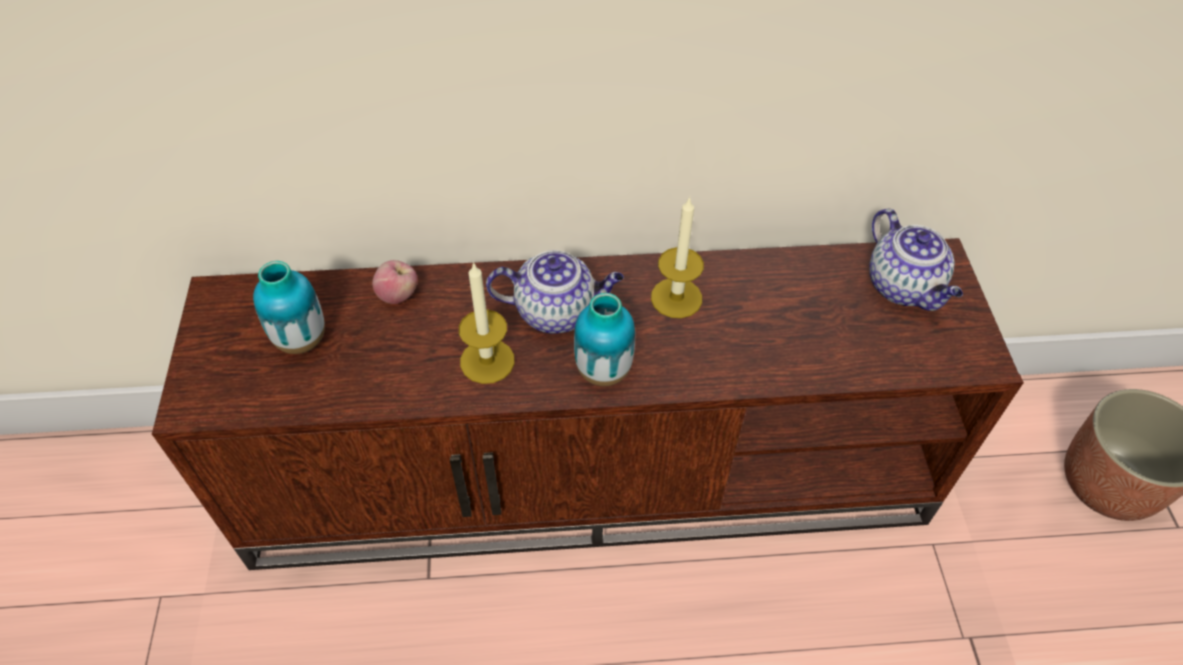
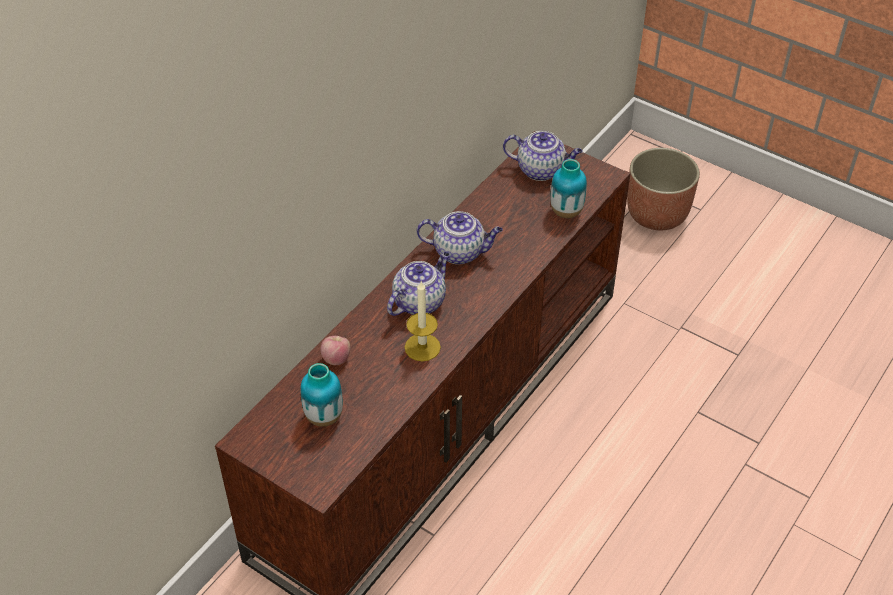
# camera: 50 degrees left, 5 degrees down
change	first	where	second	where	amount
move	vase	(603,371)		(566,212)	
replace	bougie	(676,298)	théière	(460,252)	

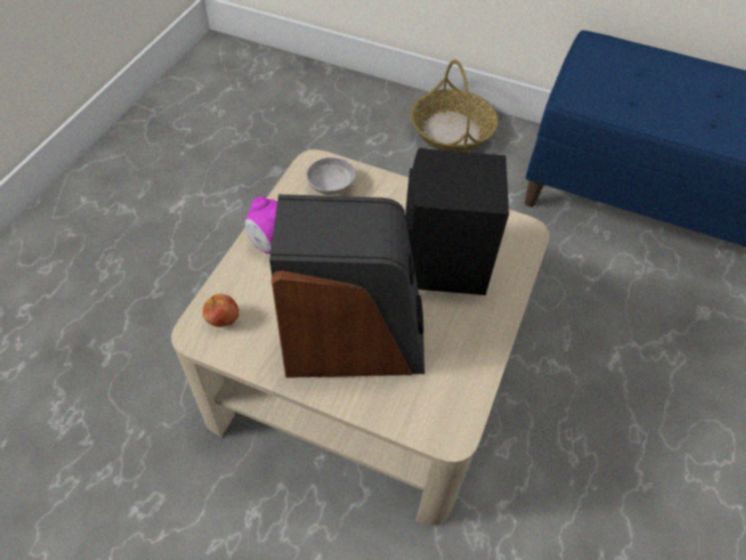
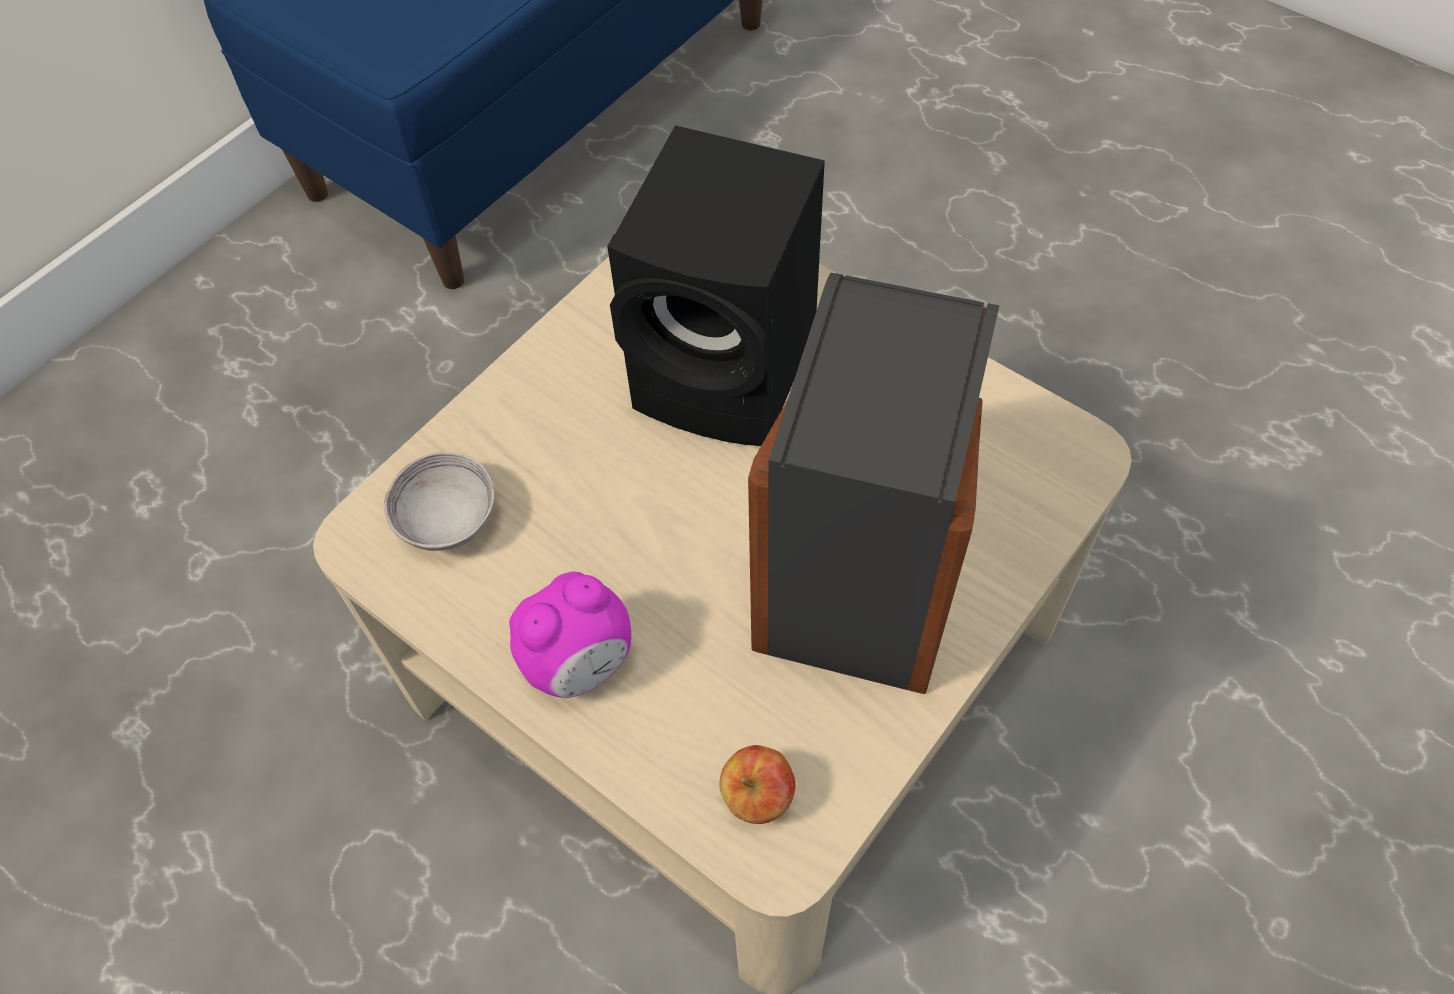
# camera: 70 degrees left, 5 degrees up
change	first	where	second	where	amount
delete	panier	(452,131)			

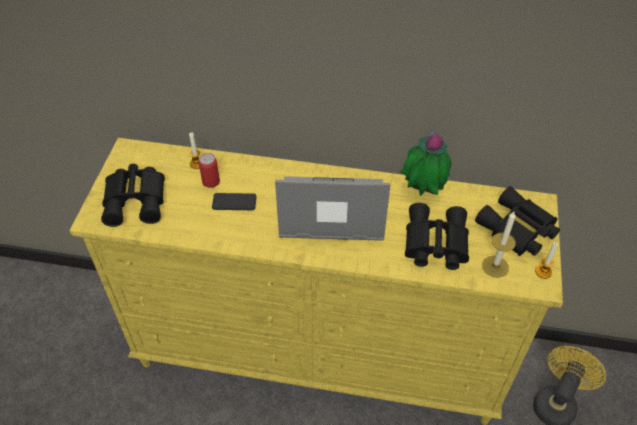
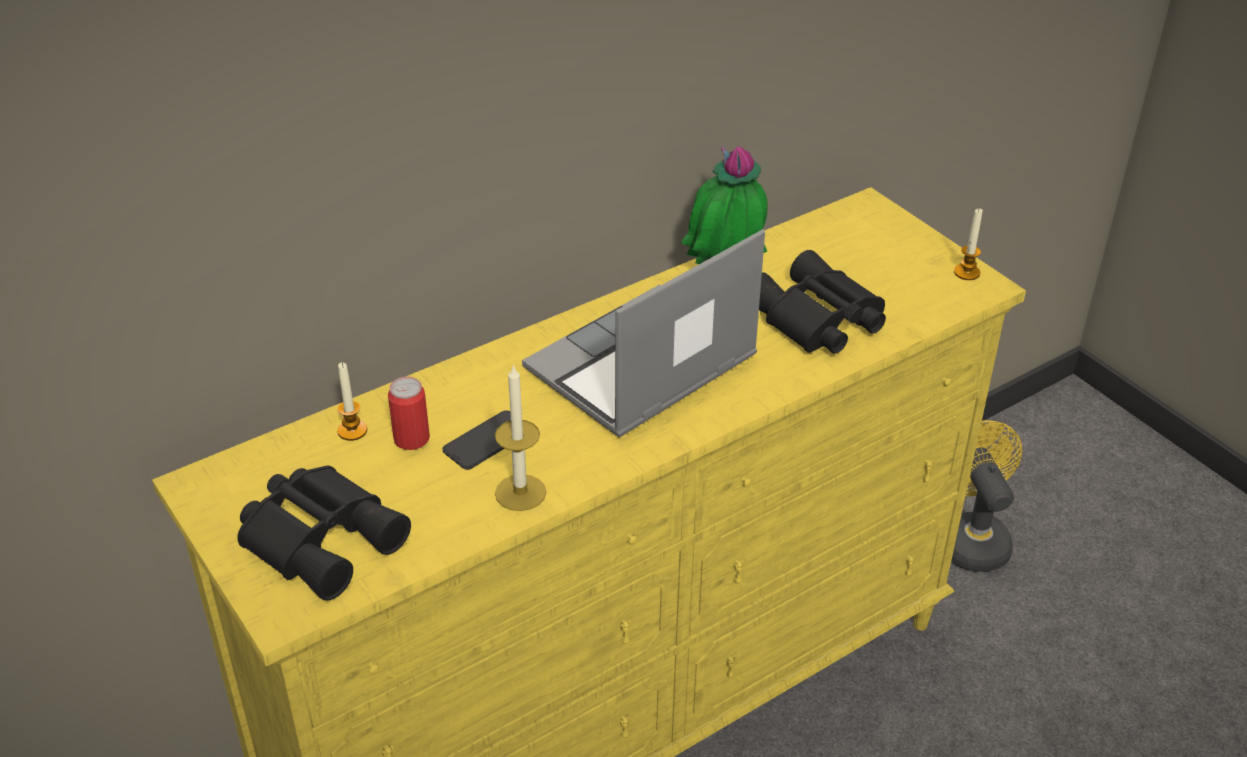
# camera: 45 degrees left, 10 degrees down
change	first	where	second	where	amount
delete	jumelles/noir	(517,230)			
move	bougie	(495,266)		(520,492)	

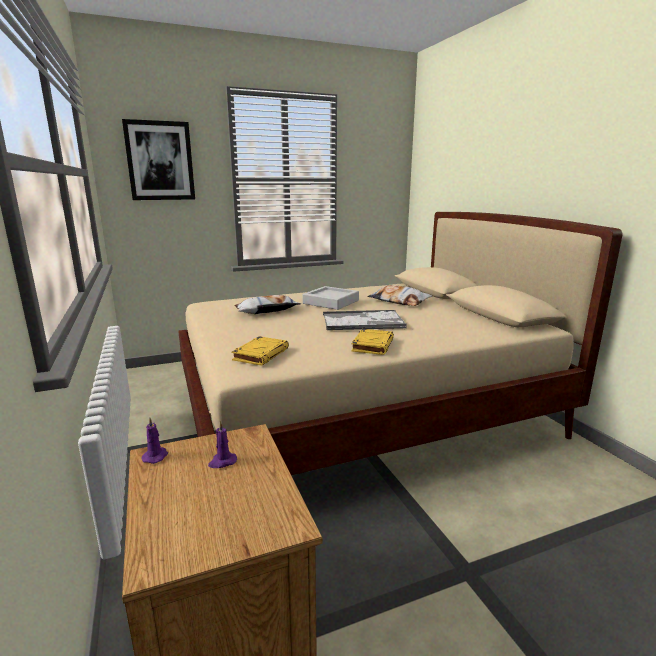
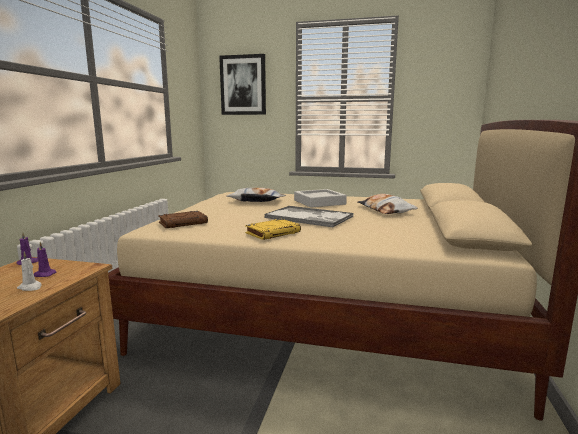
# camera: 35 degrees right, 5 degrees down
change	first	where	second	where	amount
insert			bougie/blanc	(30,287)	
recolor	livre/jaune	(261,354)	livre/marron	(183,223)	

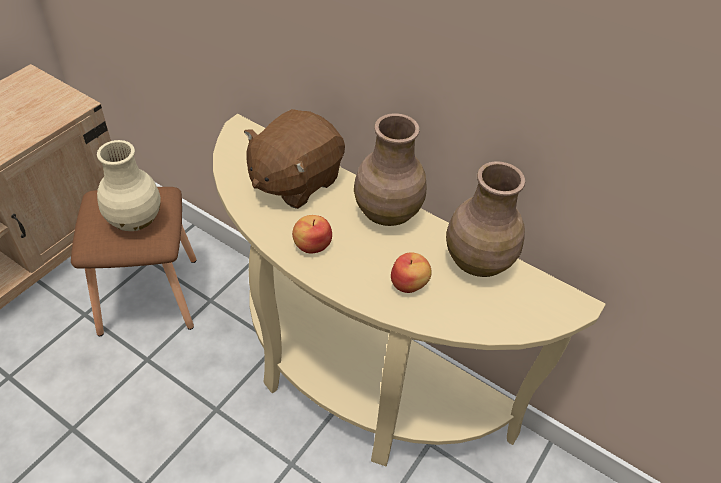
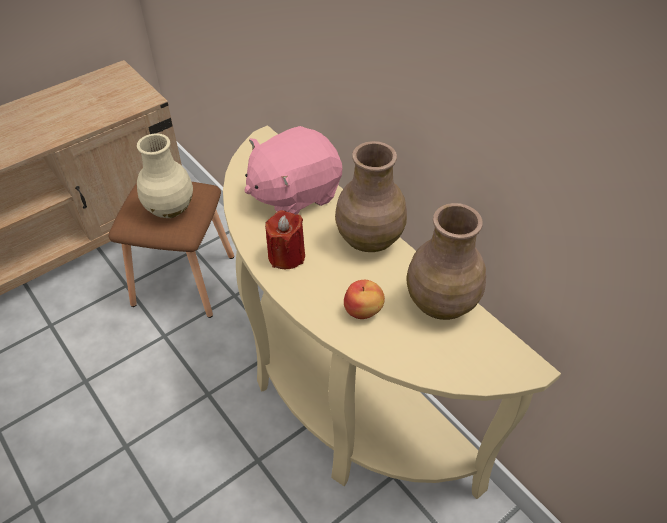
# camera: 20 degrees right, 0 degrees up
change	first	where	second	where	amount
replace	pomme	(312,245)	bougie/rouge	(286,256)	
recolor	peluche/marron	(294,180)	peluche/rose	(294,194)	

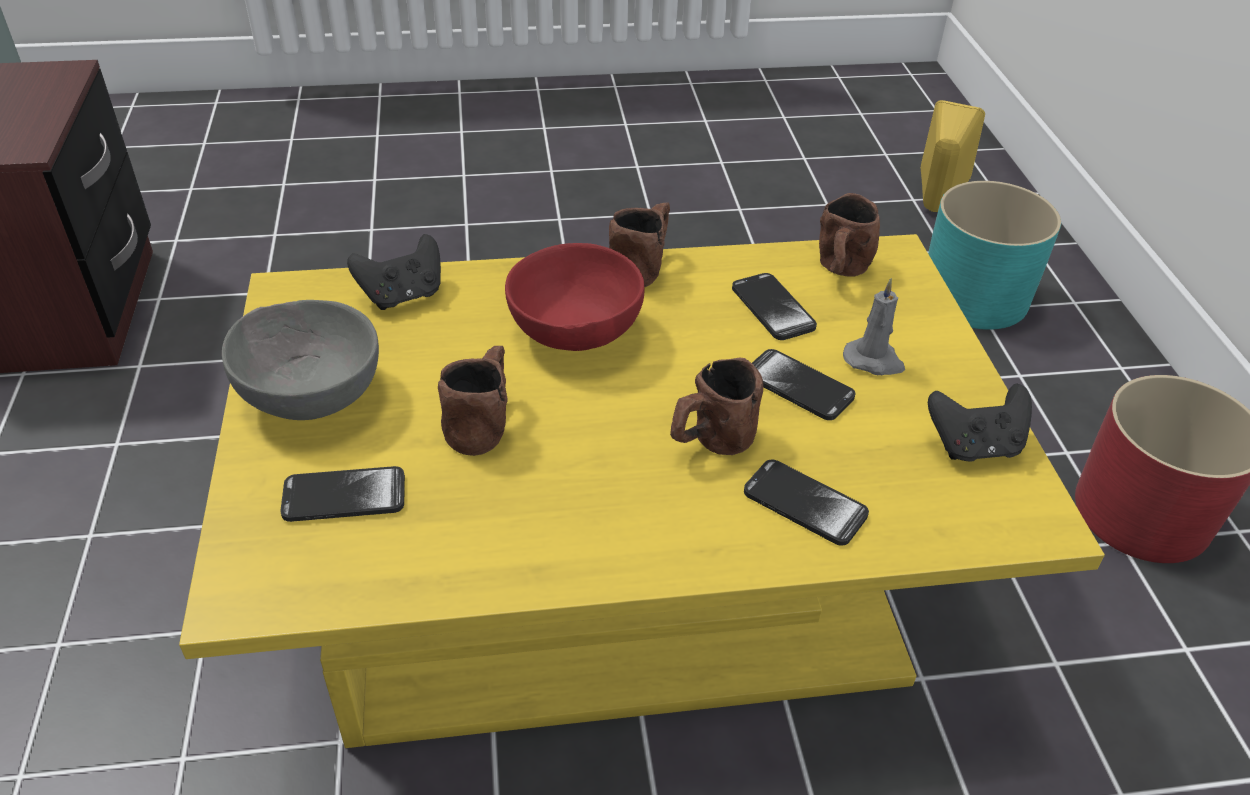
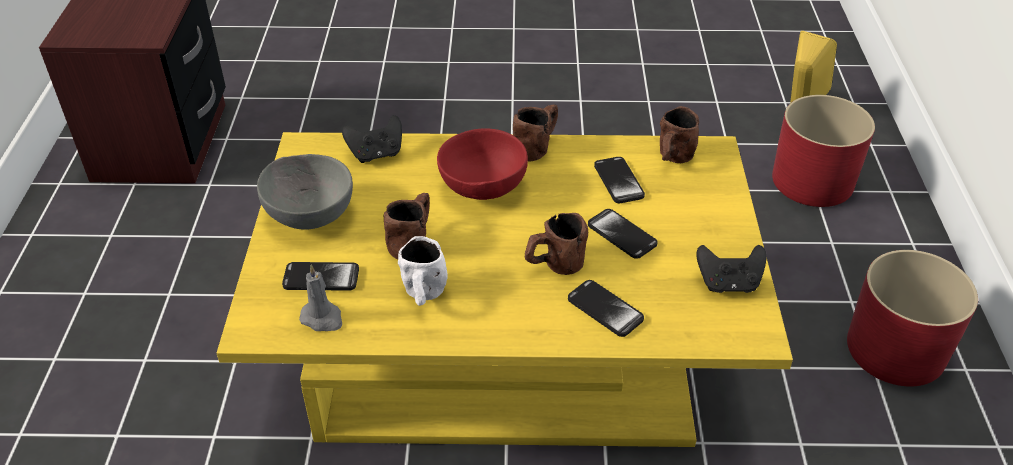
# camera: 10 degrees right, 0 degrees up
change	first	where	second	where	amount
insert			mug/blanc	(424,296)	
move	bougie/gris	(874,361)		(323,318)	
recolor	cache-pot/turquoise	(975,296)	cache-pot/rouge	(813,181)	

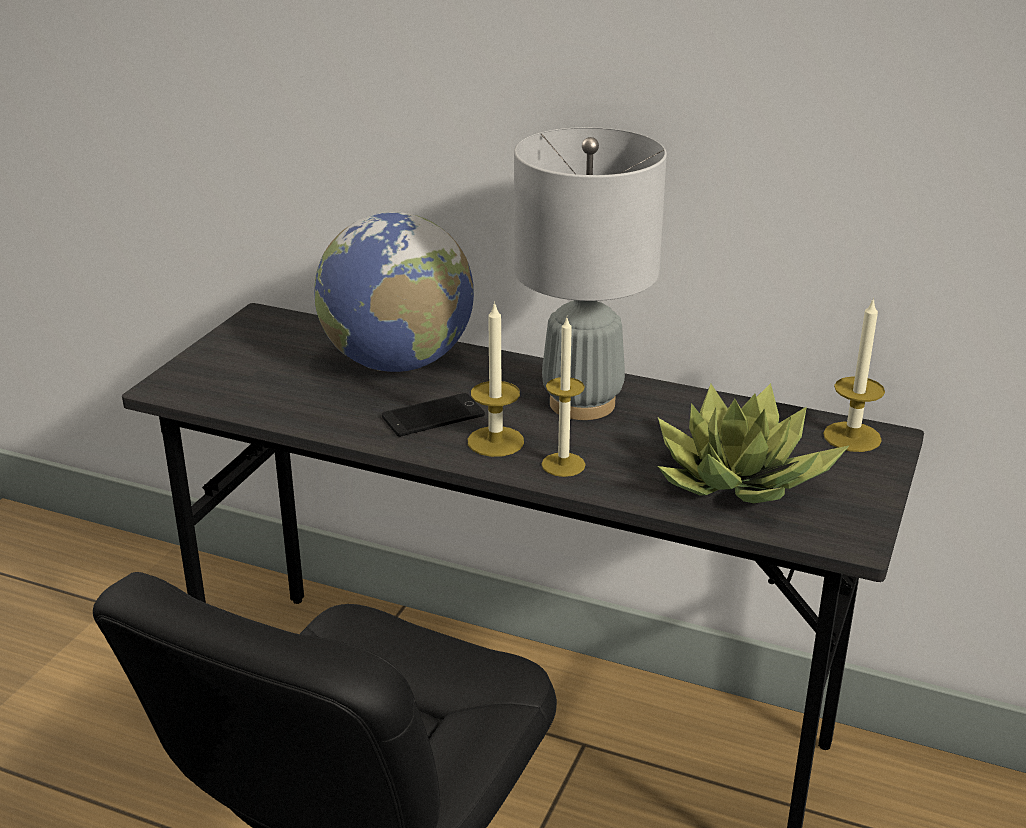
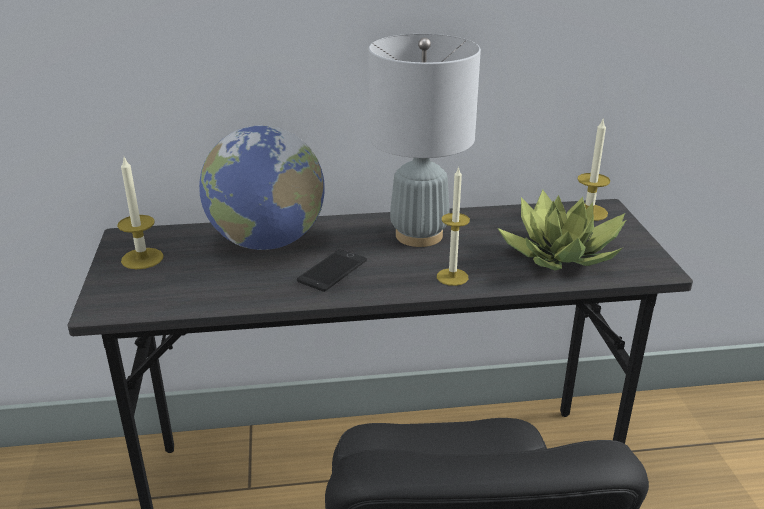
# camera: 30 degrees left, 0 degrees up
change	first	where	second	where	amount
move	bougie	(495,441)		(142,258)	

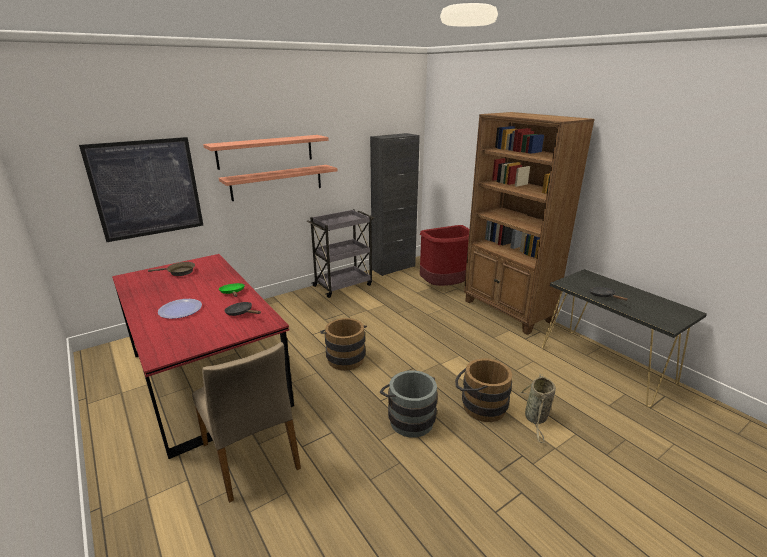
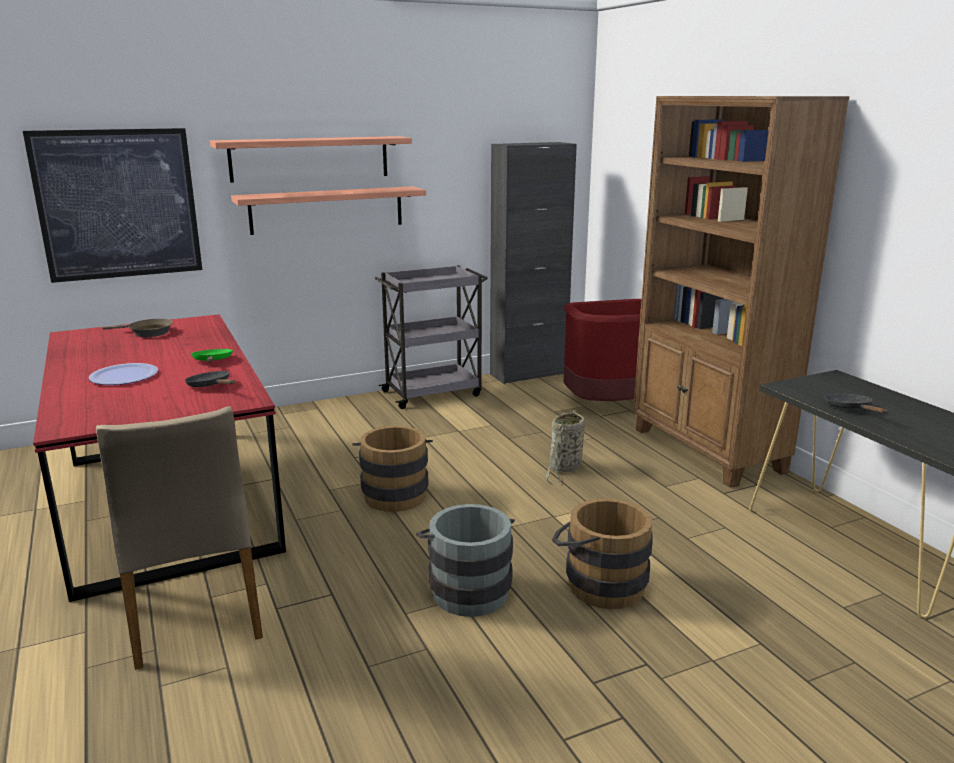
# camera: 10 degrees right, 5 degrees down
change	first	where	second	where	amount
move	panier	(536,418)		(564,468)	

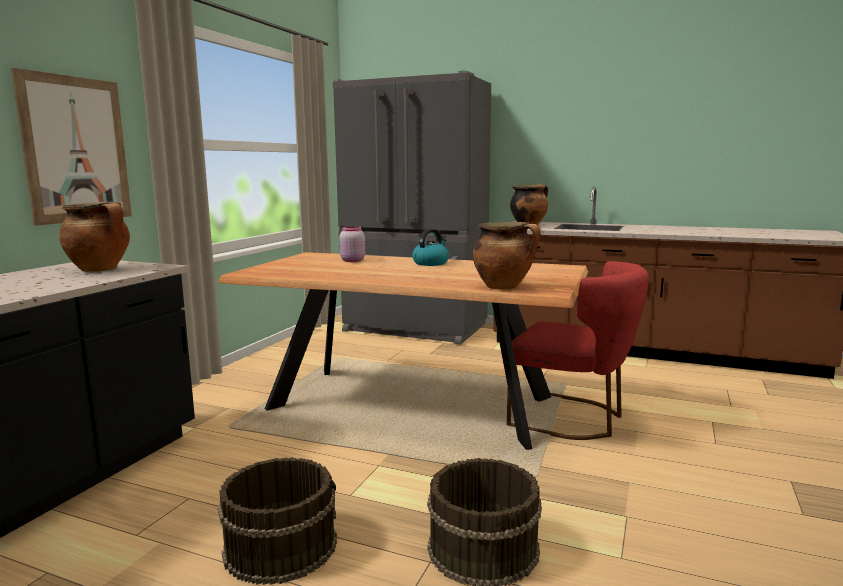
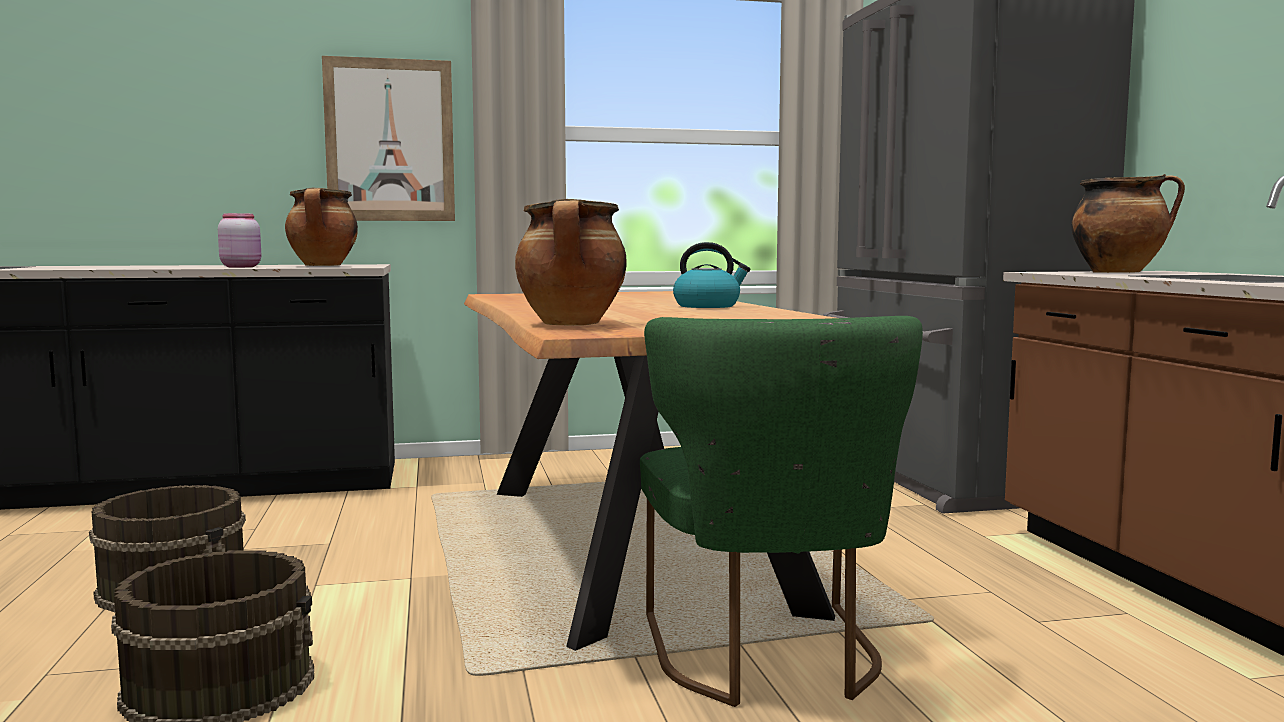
# camera: 55 degrees right, 5 degrees down
change	first	where	second	where	amount
move	bocal/rose	(352,260)		(241,267)	
recolor	chaise/rouge	(573,418)	chaise/vert	(768,658)	

